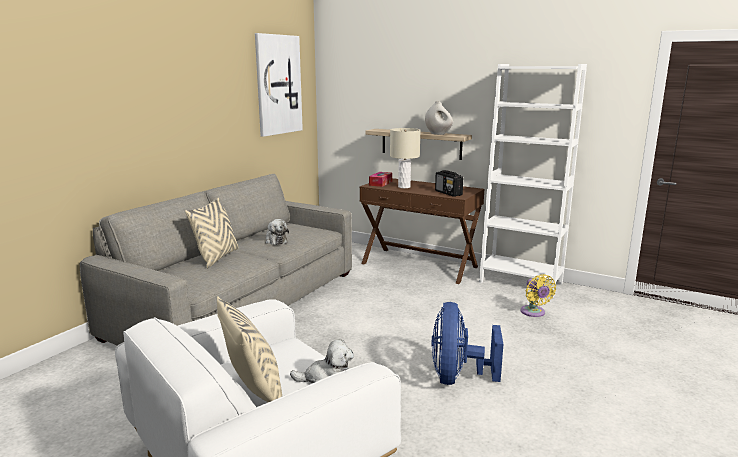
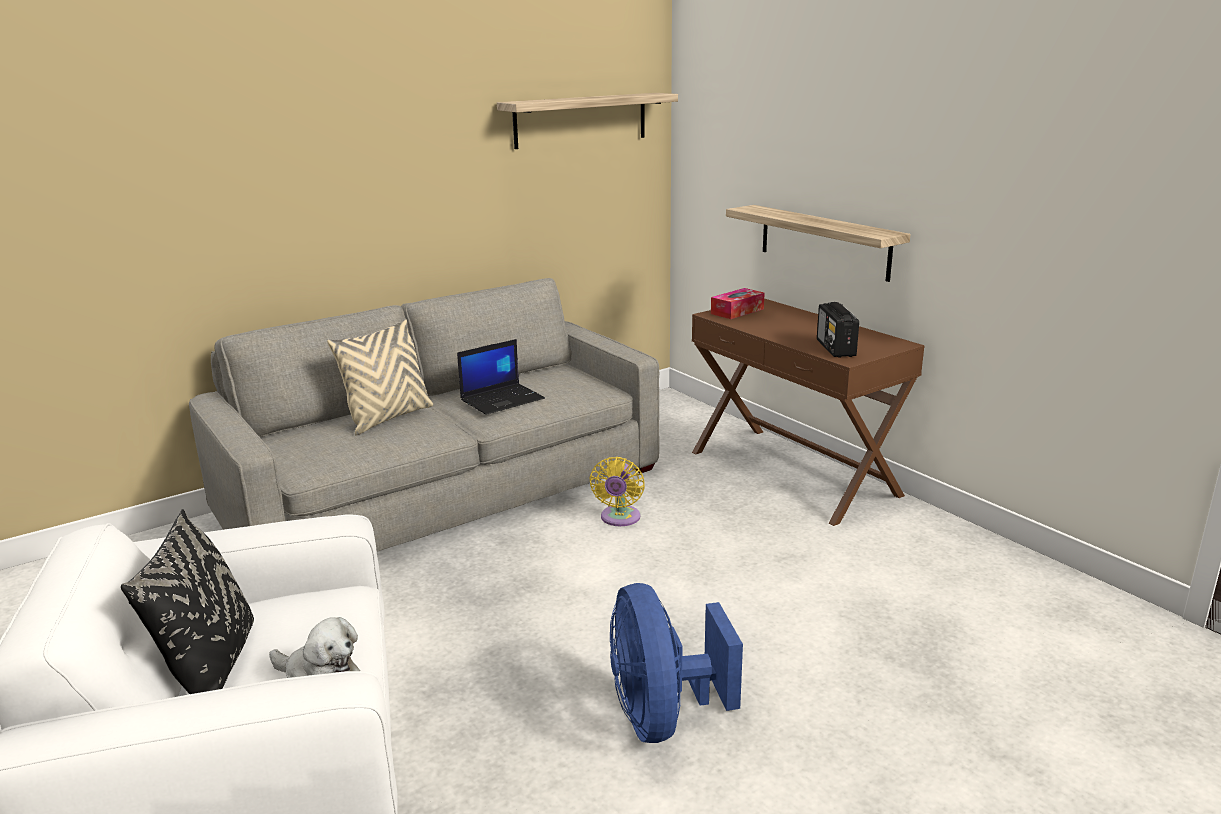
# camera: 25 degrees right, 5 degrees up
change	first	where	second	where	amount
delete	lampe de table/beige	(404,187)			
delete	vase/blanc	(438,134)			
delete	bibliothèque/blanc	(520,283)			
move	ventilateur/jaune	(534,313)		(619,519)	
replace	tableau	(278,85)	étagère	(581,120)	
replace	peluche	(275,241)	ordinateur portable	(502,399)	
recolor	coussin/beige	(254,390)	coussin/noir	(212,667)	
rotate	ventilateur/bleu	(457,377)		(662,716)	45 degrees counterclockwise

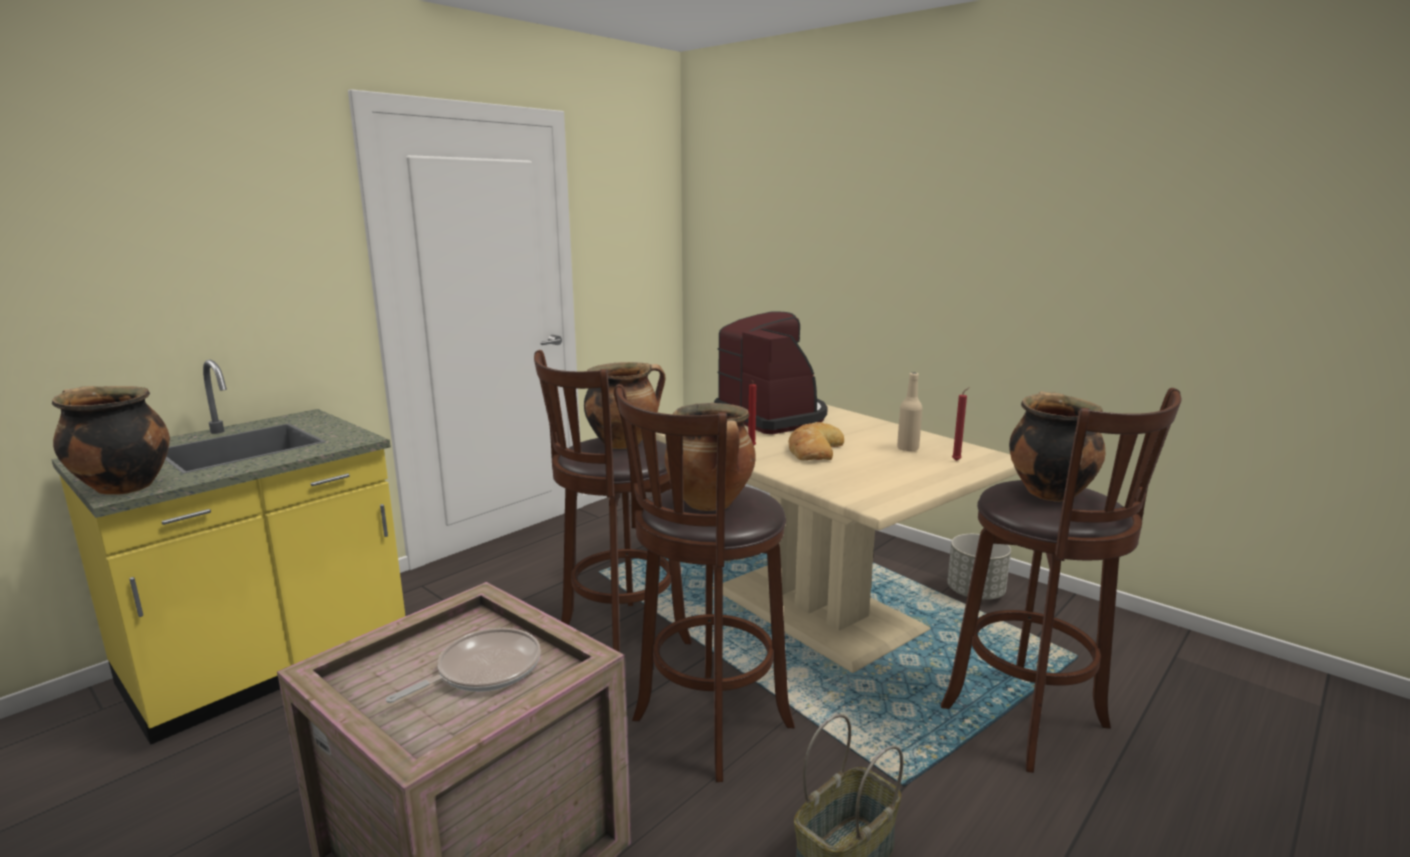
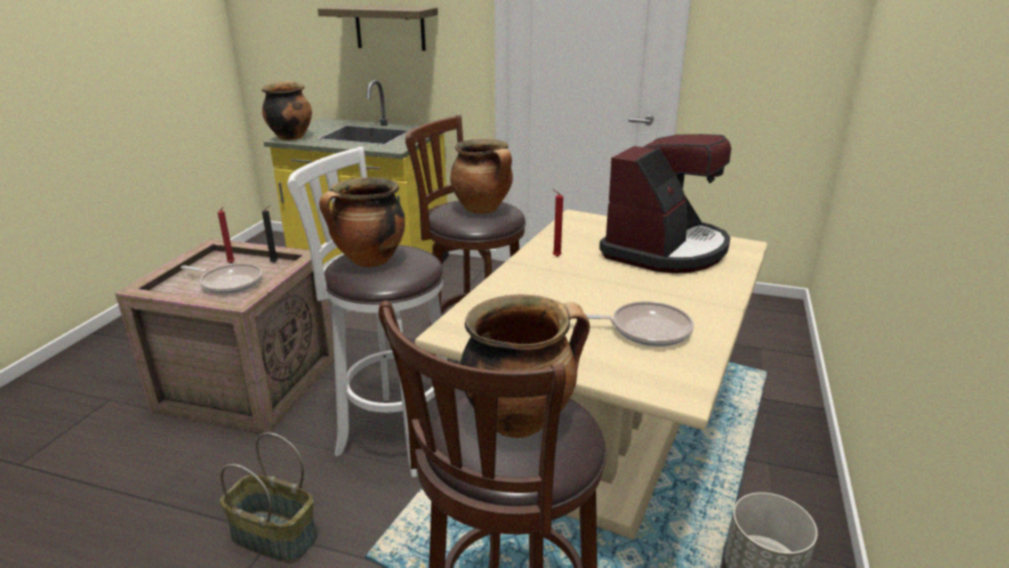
# camera: 65 degrees right, 10 degrees up
change	first	where	second	where	amount
delete	pain	(814,450)			
insert			bougie/noir	(275,263)	
insert			étagère	(390,27)	
move	bougie/rouge	(957,460)		(232,263)	
replace	bouteille/beige	(907,448)	poêle	(645,330)	
recolor	tabouret/marron	(706,727)	tabouret/blanc	(392,432)	

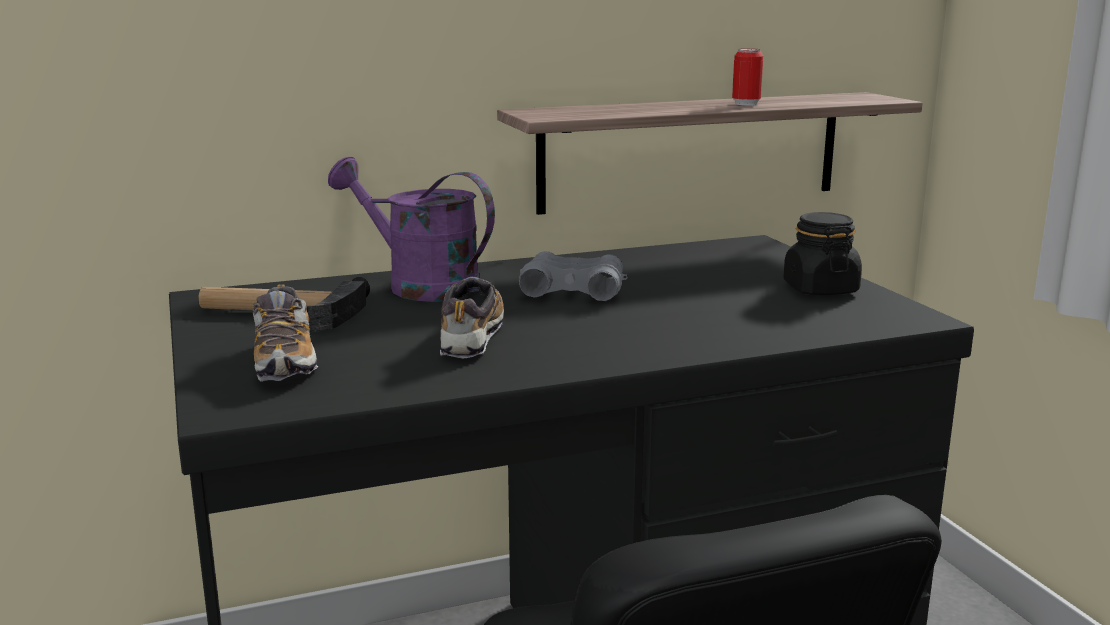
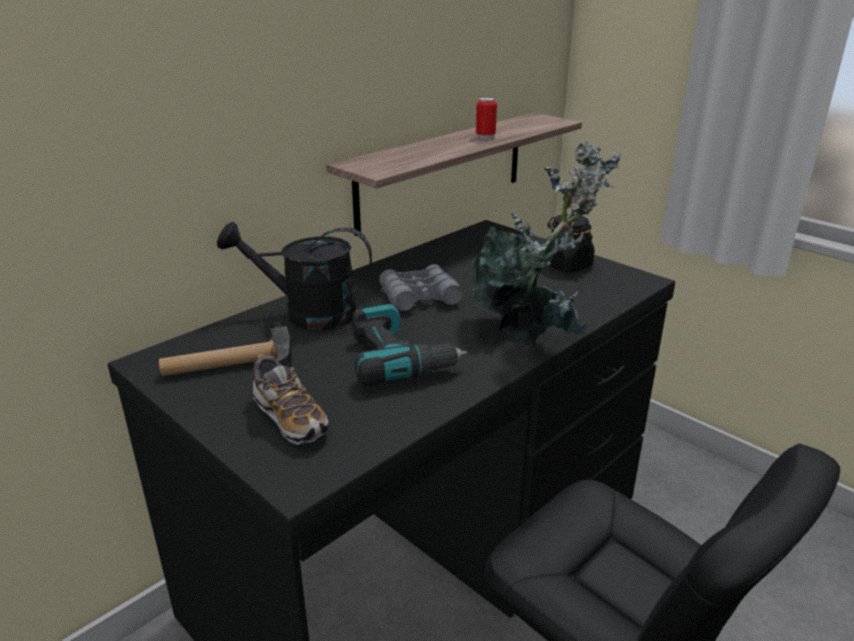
# camera: 25 degrees left, 10 degrees up
change	first	where	second	where	amount
insert			plante en pot	(531,335)	
replace	chaussure	(472,338)	perceuse	(399,359)	
recolor	arrosoir/violet	(419,285)	arrosoir/noir	(307,313)	

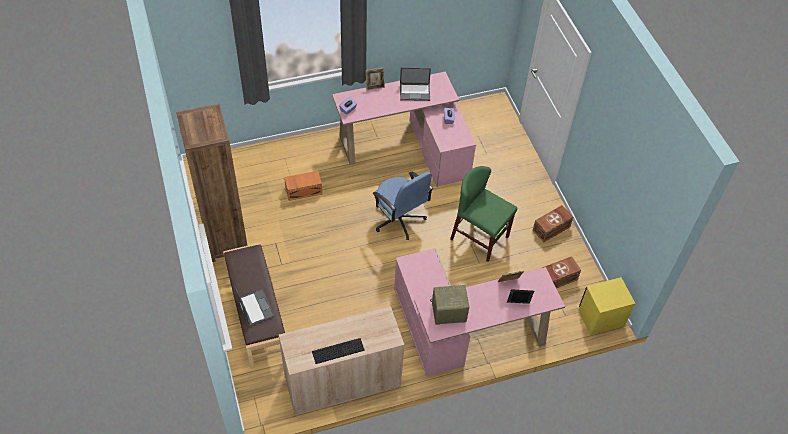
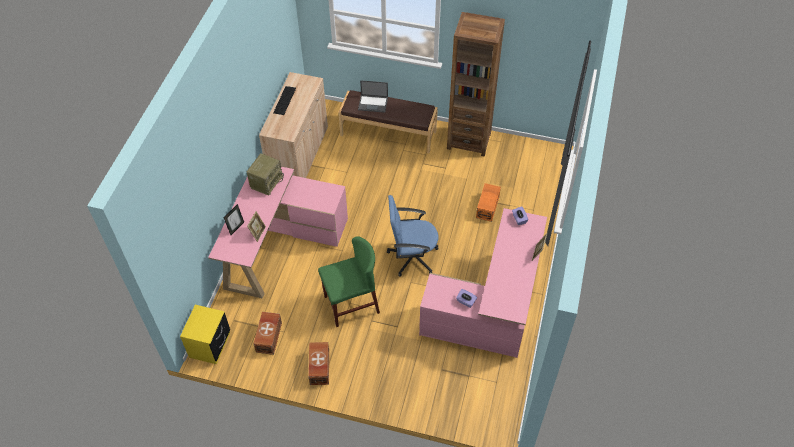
# camera: 125 degrees right, 0 degrees up
change	first	where	second	where	amount
delete	ordinateur portable	(415,92)			

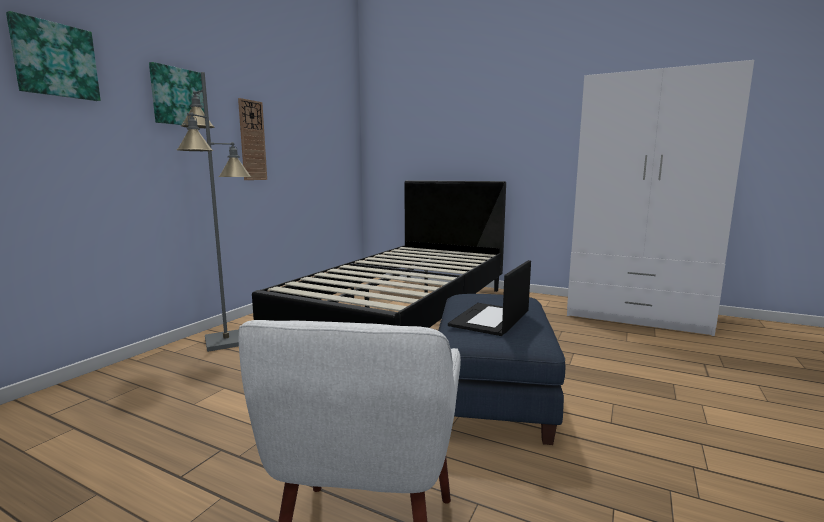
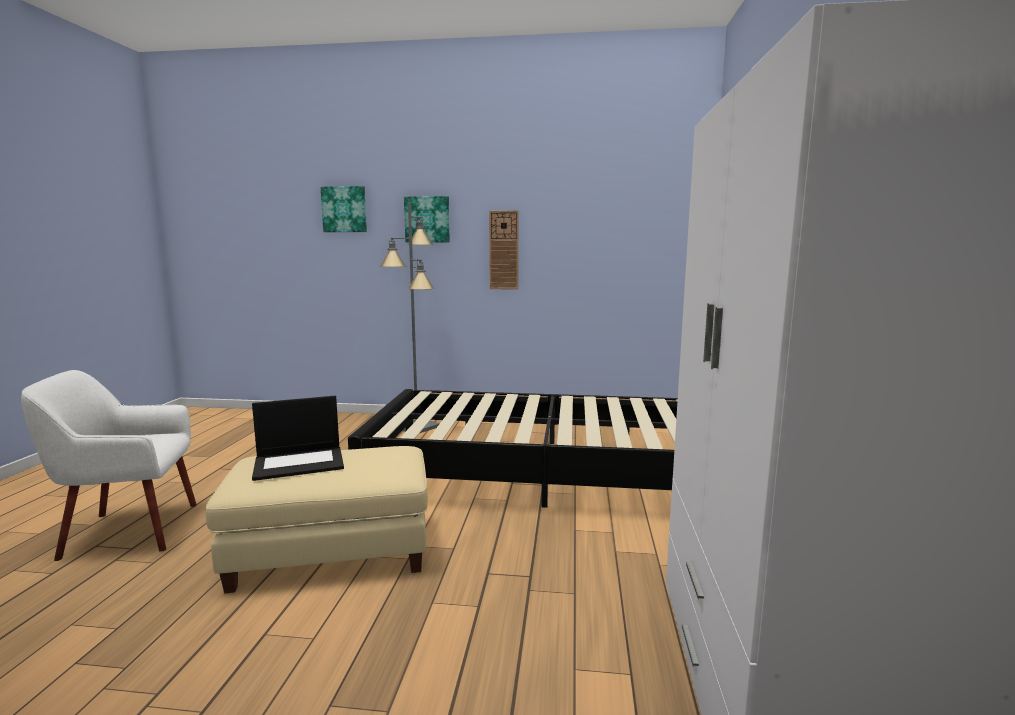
# camera: 70 degrees right, 0 degrees up
change	first	where	second	where	amount
recolor	pouf/bleu	(492,394)	pouf/beige	(330,552)	
rotate	ordinateur portable	(490,320)		(300,463)	150 degrees clockwise

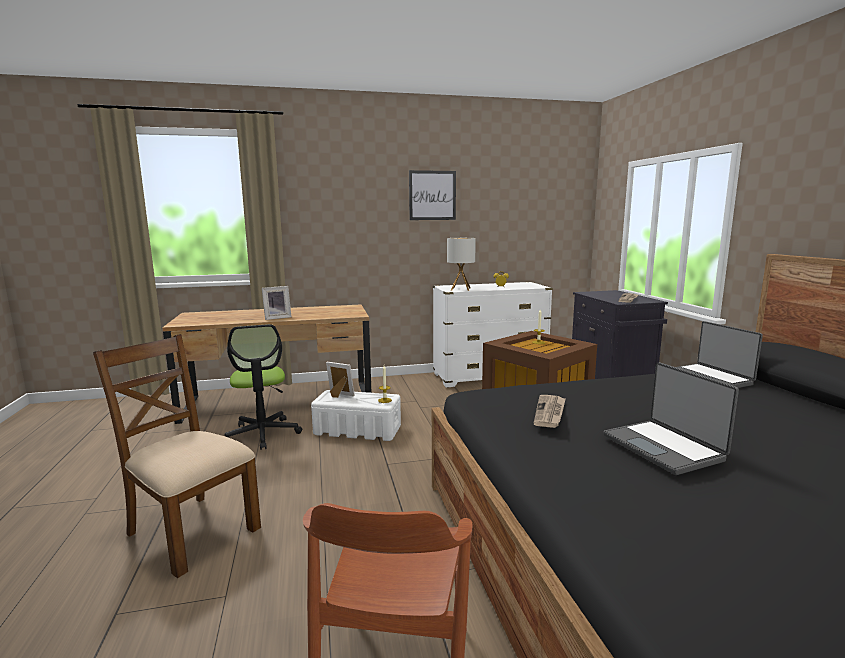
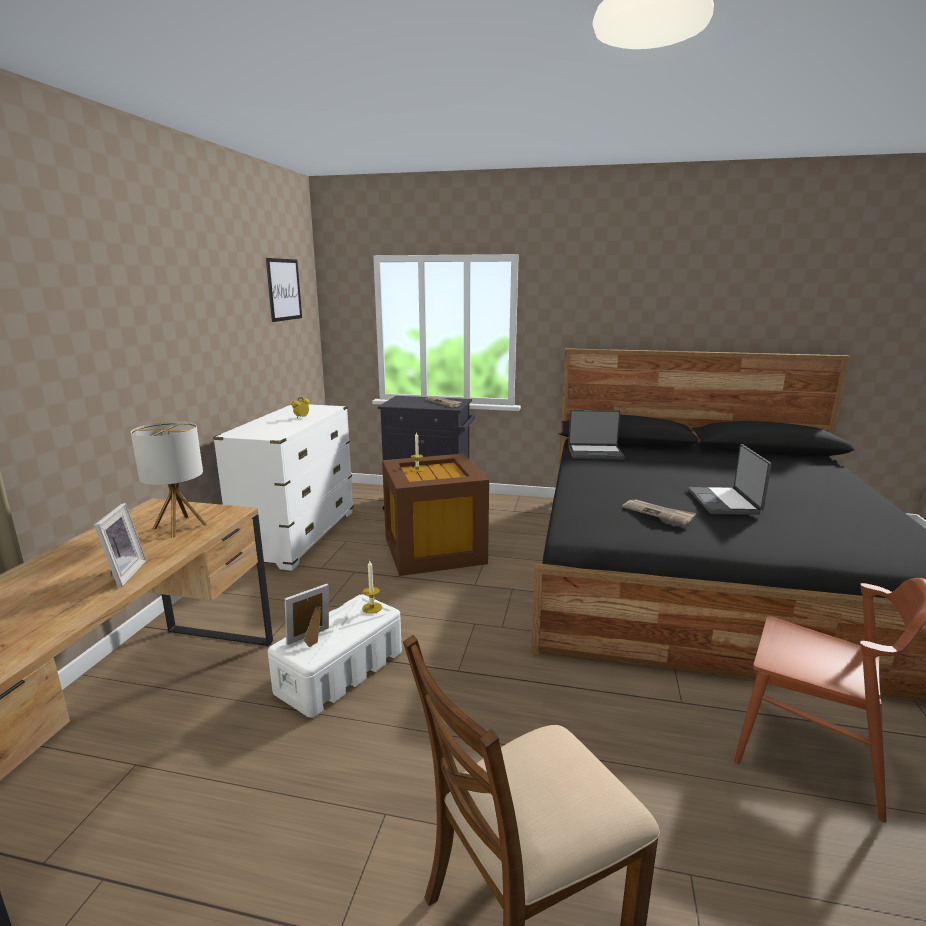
# camera: 65 degrees left, 5 degrees up
change	first	where	second	where	amount
delete	chaise de bureau	(262,434)			
move	tableau	(432,195)		(284,289)	
move	lampe de table	(461,289)		(180,526)	
rotate	ordinateur portable	(664,447)		(724,502)	90 degrees clockwise

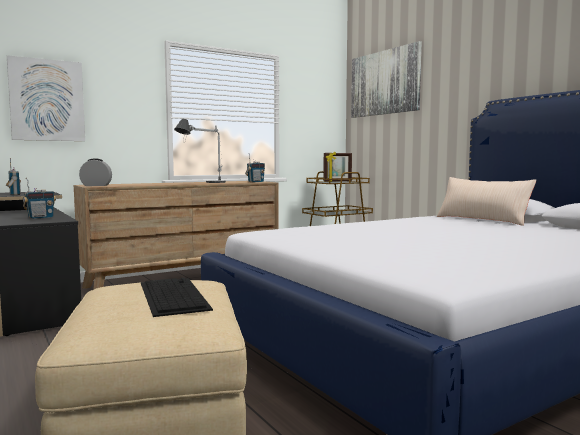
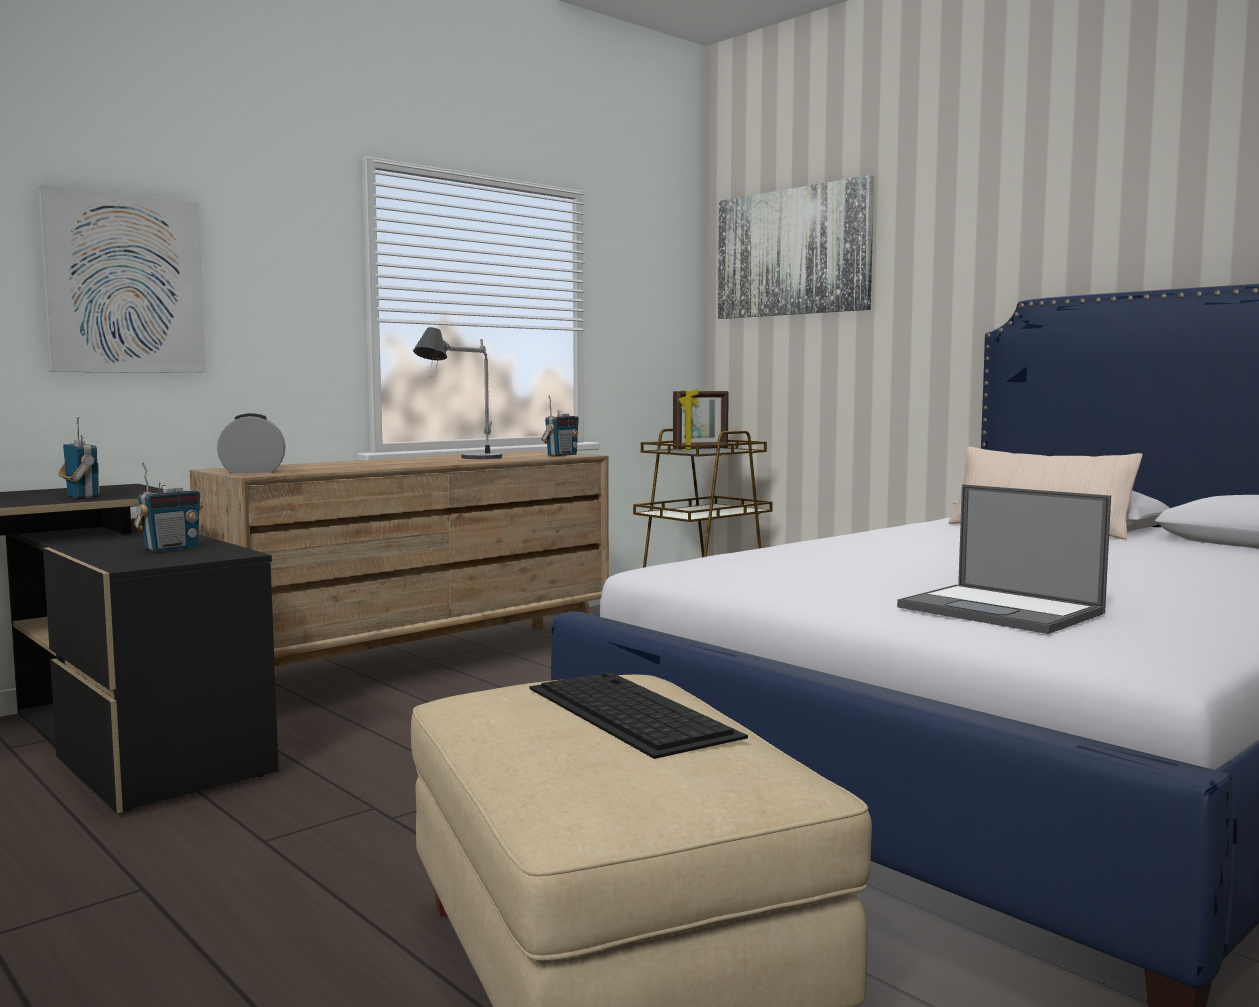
# camera: 10 degrees left, 0 degrees up
change	first	where	second	where	amount
insert			ordinateur portable	(1002,610)	

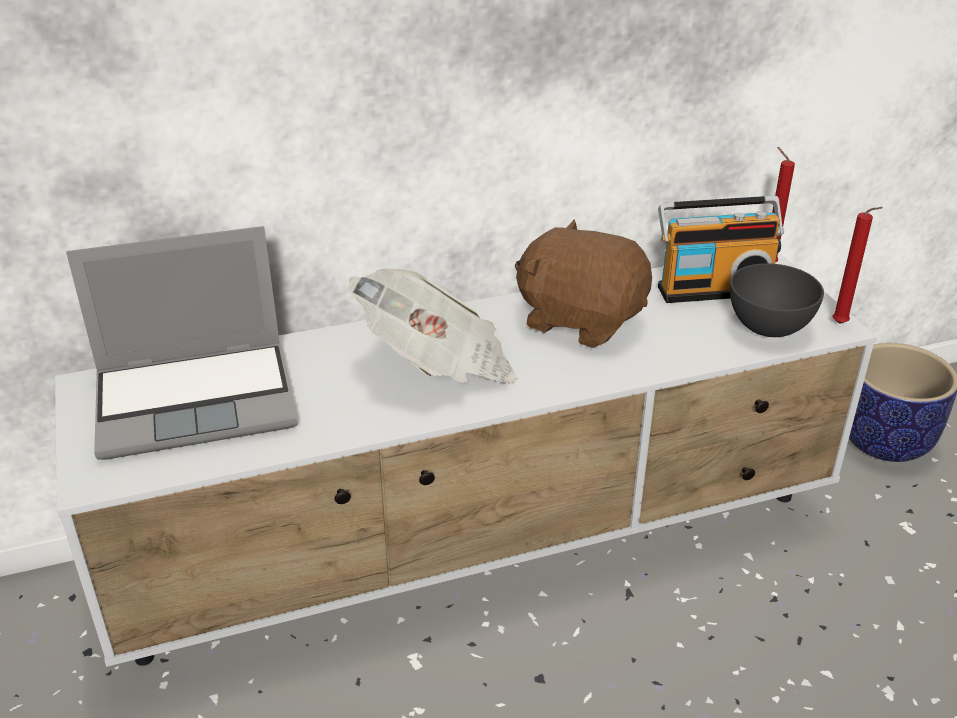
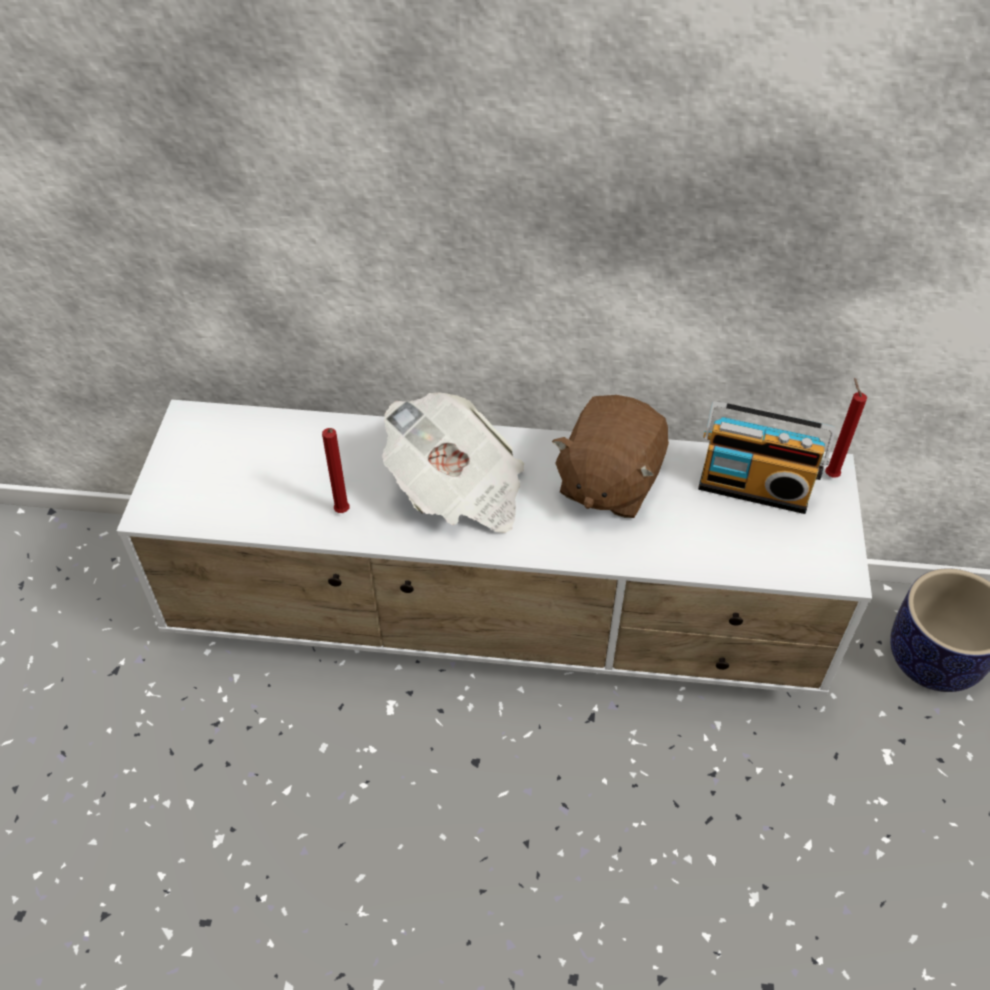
# camera: 25 degrees right, 15 degrees up
change	first	where	second	where	amount
delete	ordinateur portable	(198,400)			
delete	bol/gris	(768,326)			
move	bougie/rouge	(842,324)		(342,513)	
rotate	peluche/marron	(580,319)		(608,482)	120 degrees counterclockwise

